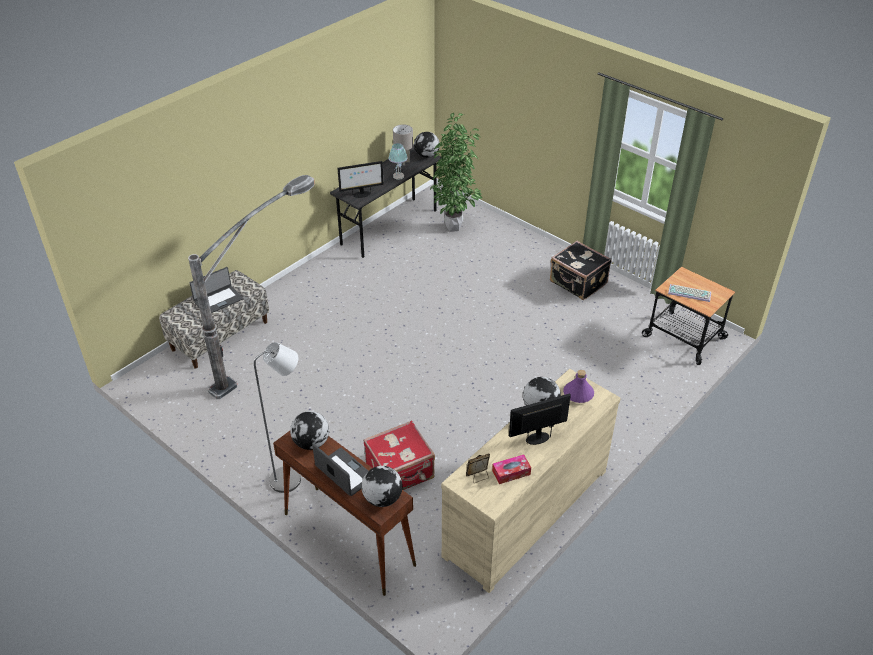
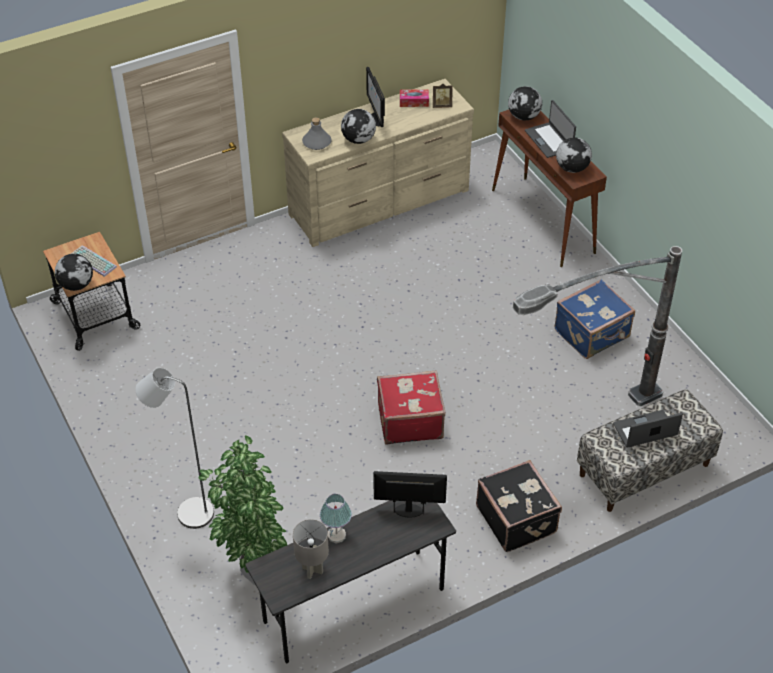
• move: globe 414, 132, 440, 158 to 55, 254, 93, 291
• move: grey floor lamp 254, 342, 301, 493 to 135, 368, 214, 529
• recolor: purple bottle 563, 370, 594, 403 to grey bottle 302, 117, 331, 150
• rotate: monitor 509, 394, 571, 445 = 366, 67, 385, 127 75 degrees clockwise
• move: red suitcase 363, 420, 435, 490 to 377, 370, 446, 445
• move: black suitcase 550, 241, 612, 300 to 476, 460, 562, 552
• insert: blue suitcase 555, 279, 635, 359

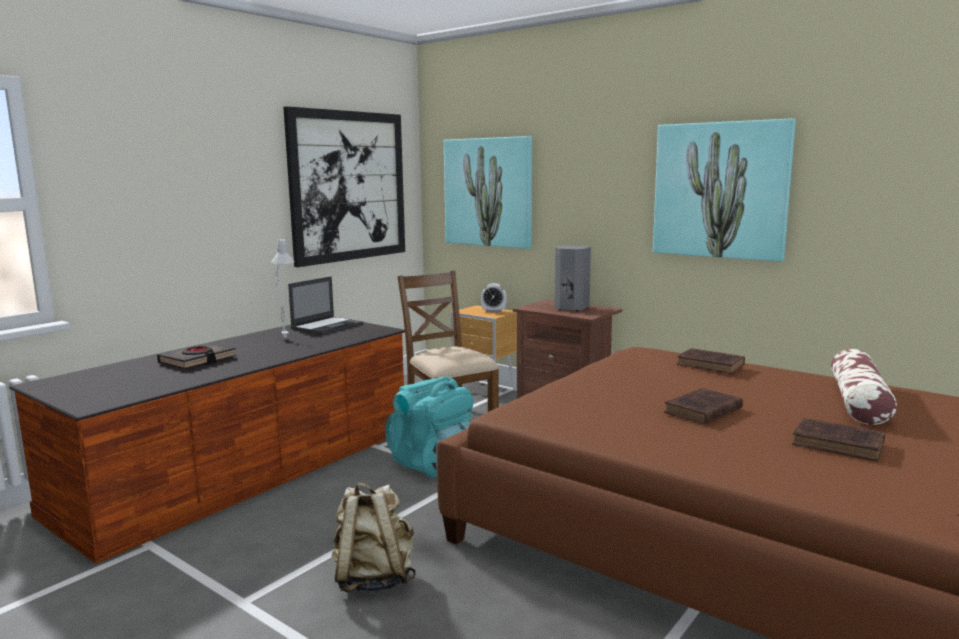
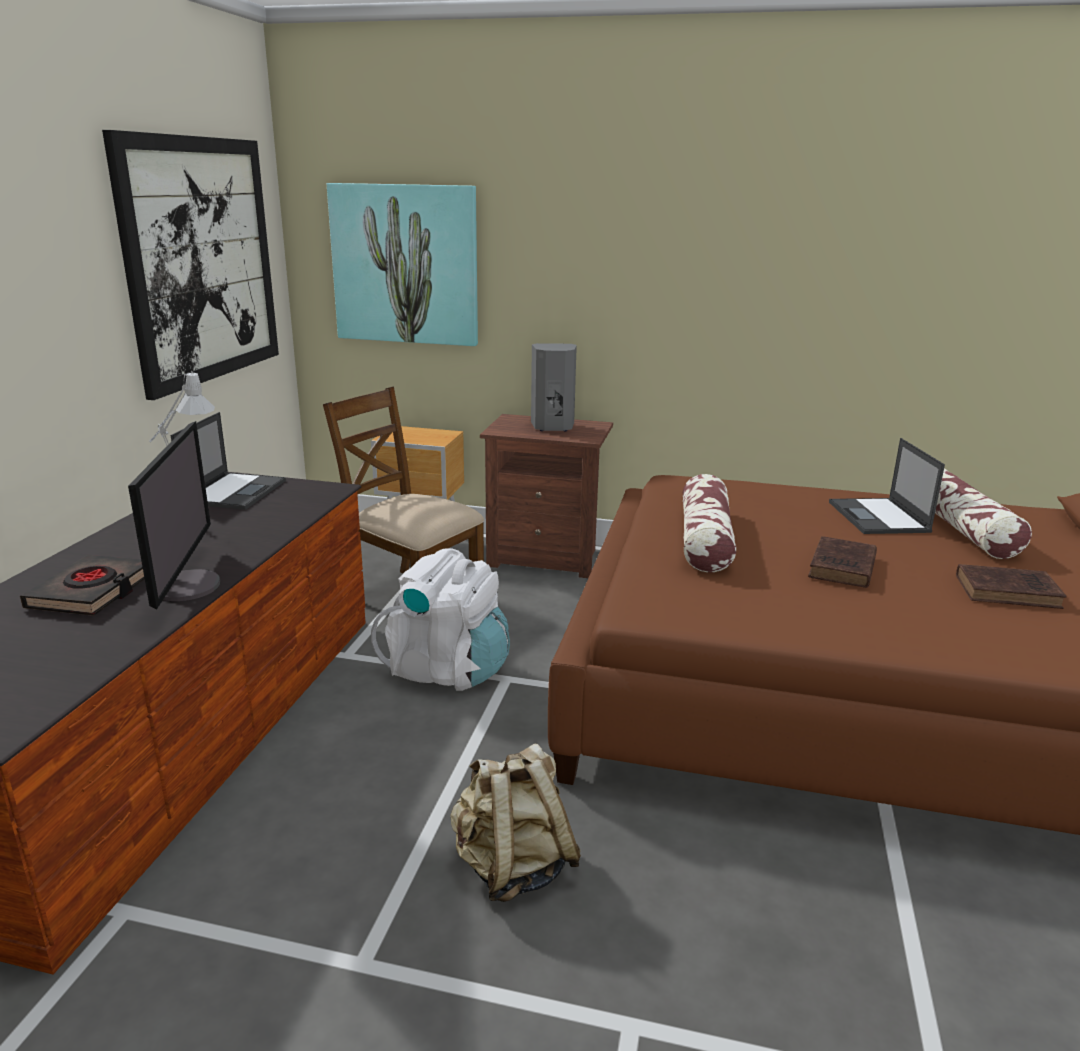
• insert: monitor 128, 421, 220, 609
• recolor: turquoise backpack 385, 377, 473, 478 to white backpack 371, 548, 510, 691
• insert: pillow 683, 474, 736, 572
• insert: laptop 829, 438, 945, 534
• delete: alarm clock 481, 283, 507, 312
• delete: picture 653, 118, 796, 262
• delete: brown book 677, 348, 745, 374

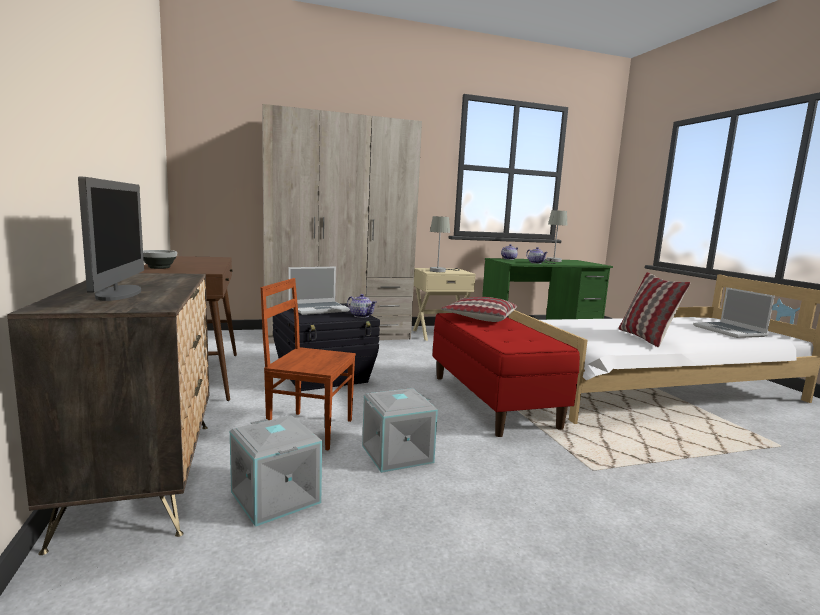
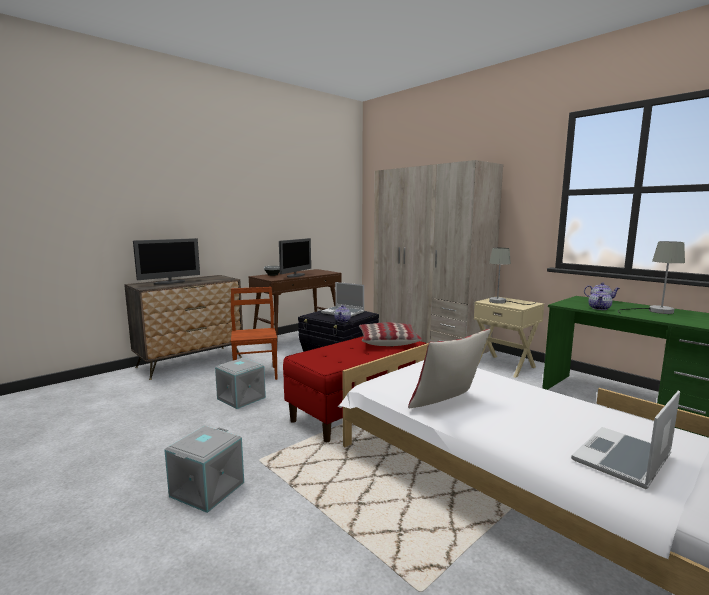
• move: grey storage box 230, 415, 322, 527 to 164, 426, 244, 513
• insert: monitor 279, 238, 311, 277

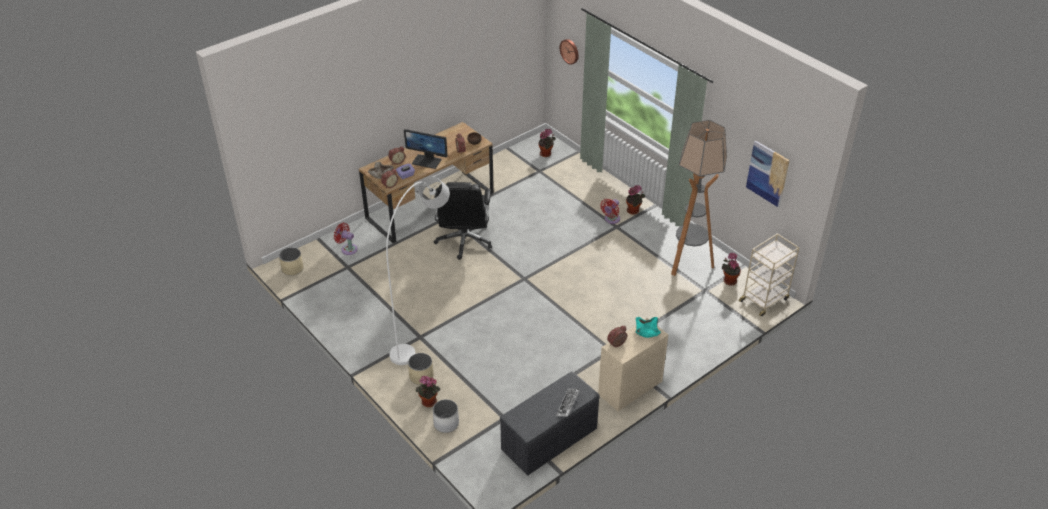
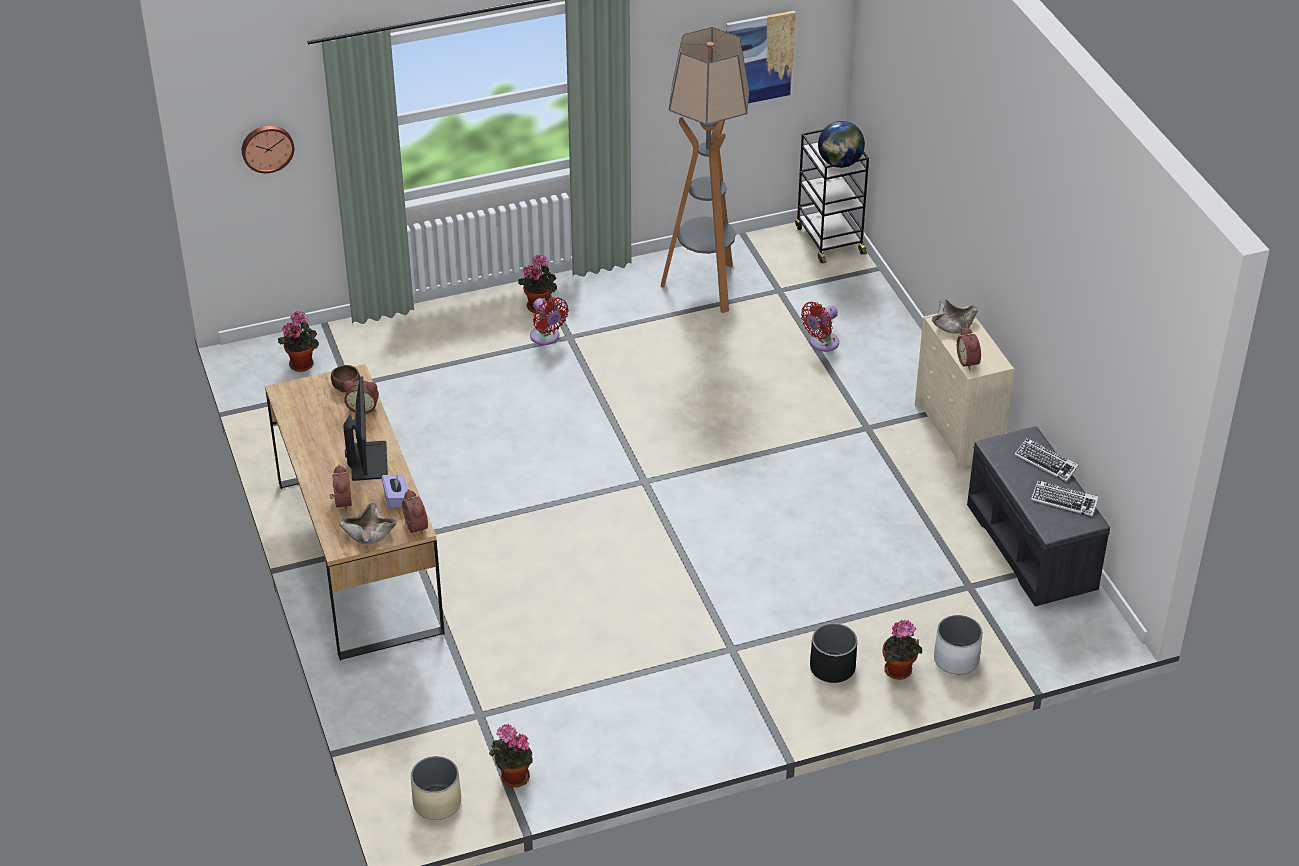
• rotate: monitor 404, 129, 448, 169 = 344, 376, 388, 481 45 degrees counterclockwise
• move: potted plant 722, 253, 741, 286 to 489, 724, 533, 787
• recolor: beige cart 739, 233, 799, 316 to black cart 795, 129, 869, 263
• move: red fan 334, 223, 358, 255 to 801, 302, 839, 352
• recolor: beige planter 408, 353, 433, 385 to black planter 810, 623, 857, 683
• insert: globe 818, 121, 865, 168
• recolor: turquoise bowl 636, 317, 661, 338 to beige bowl 932, 299, 978, 334
• insert: keyboard 1031, 480, 1099, 517
• delete: white floor lamp 386, 176, 450, 365
• delete: black office chair 434, 182, 492, 260

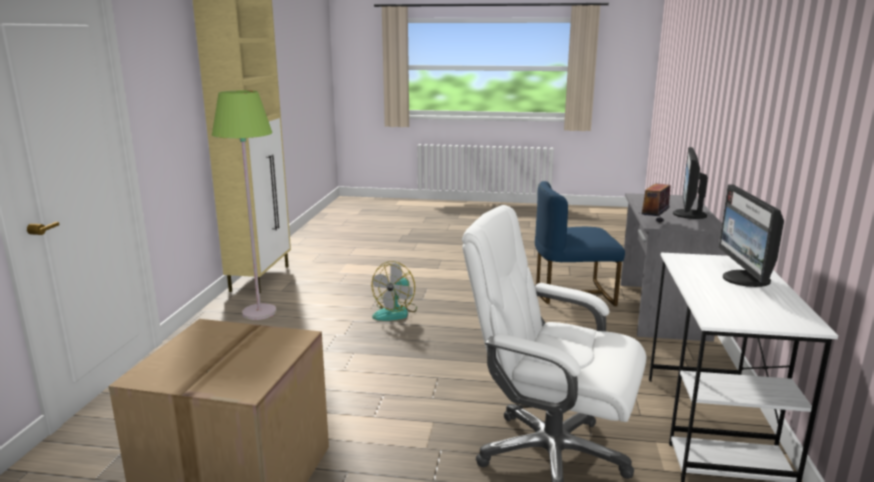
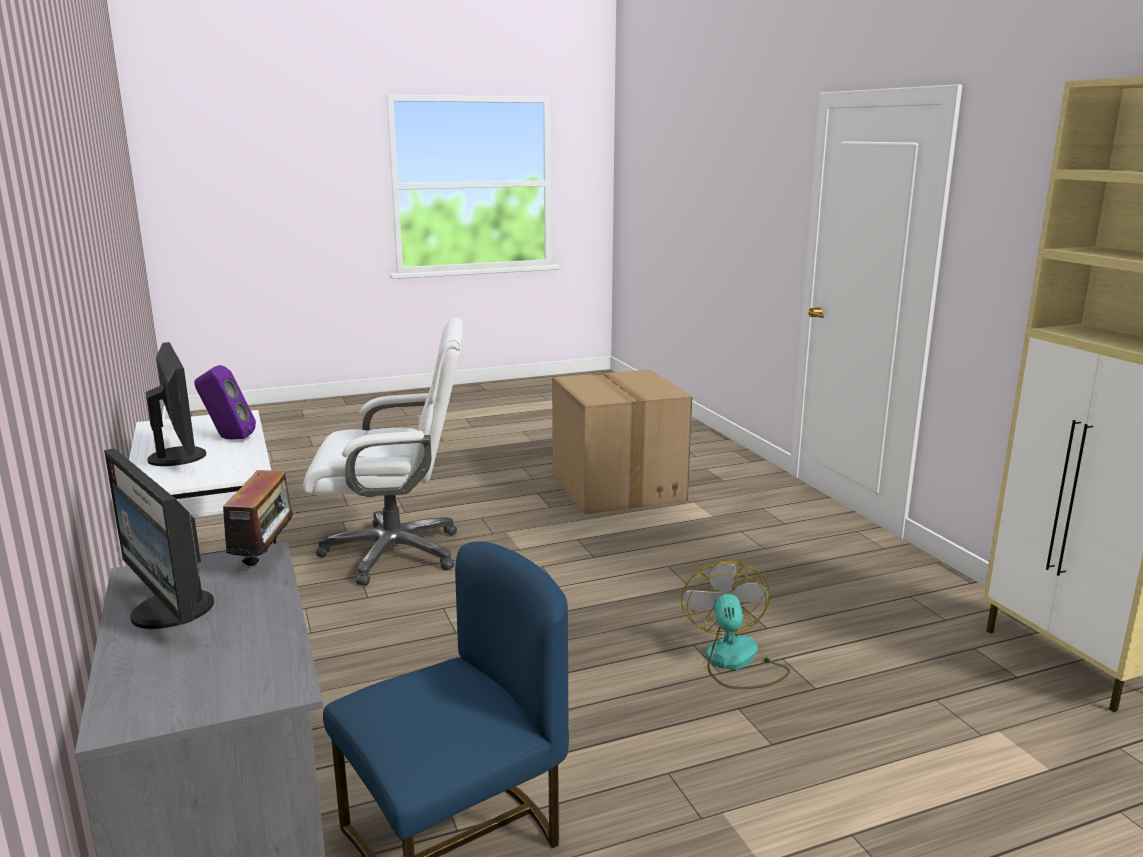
• rotate: monitor 673, 147, 708, 219 = 104, 448, 214, 629 150 degrees clockwise
• insert: purple speaker 194, 365, 256, 439
• delete: green floor lamp 212, 90, 277, 320

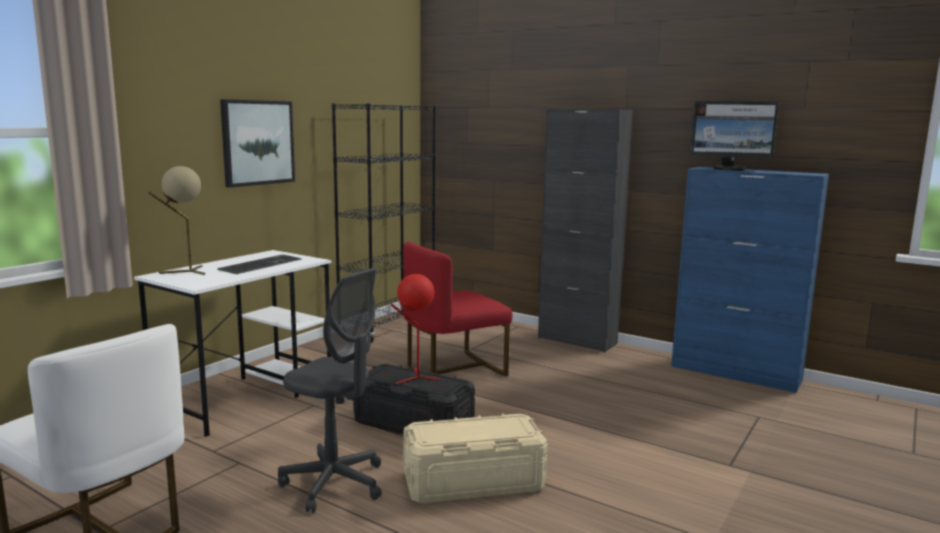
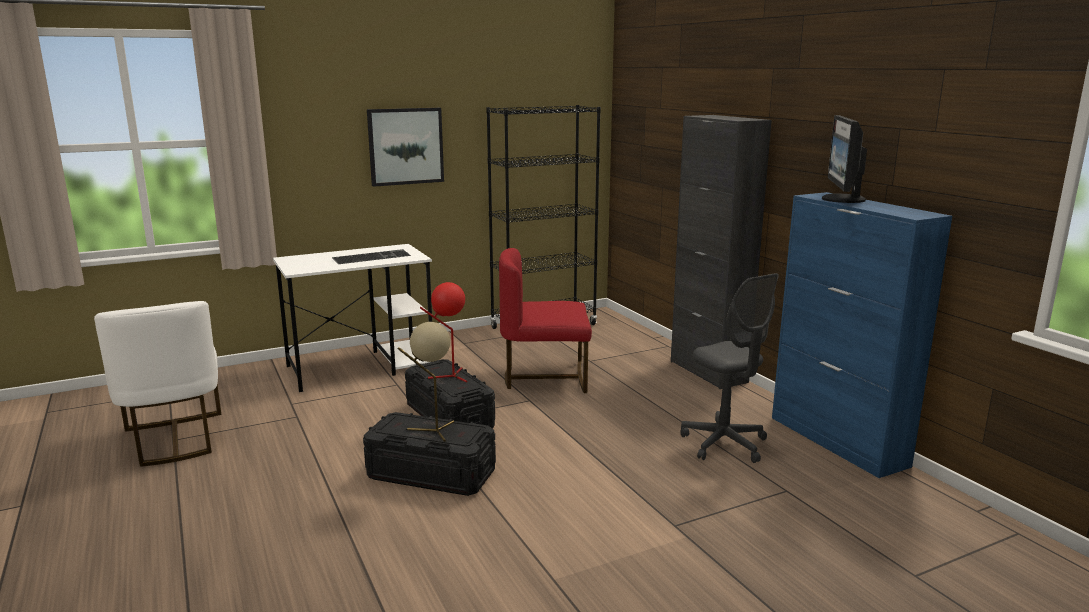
• recolor: beige storage box 403, 414, 548, 503 to black storage box 363, 412, 496, 496
• move: beige table lamp 149, 166, 205, 275 to 398, 322, 454, 442
• move: grey office chair 278, 268, 382, 513 to 680, 273, 779, 463
• rotate: monitor 690, 101, 779, 171 = 822, 115, 867, 203 60 degrees clockwise

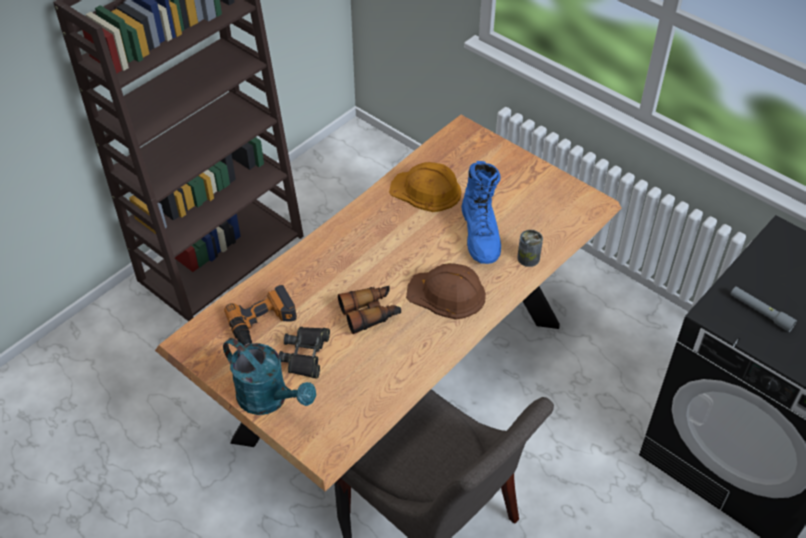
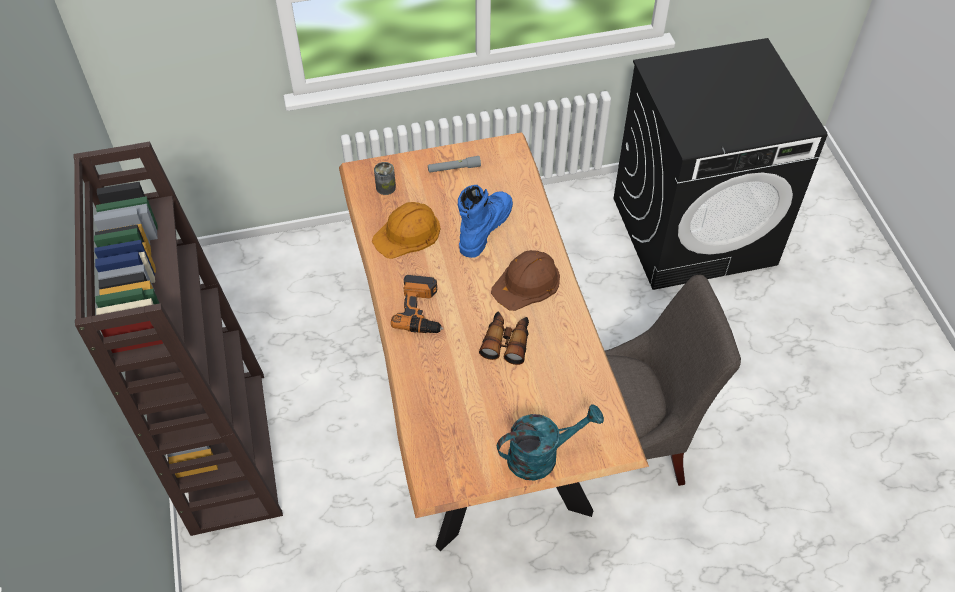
• move: can 517, 230, 543, 267 to 374, 162, 396, 195
• move: power drill 224, 285, 297, 346 to 391, 275, 444, 333
• move: grey flashlight 730, 286, 797, 332 to 428, 156, 481, 173
• rotate: blue boot 461, 161, 501, 264 = 458, 185, 513, 258 90 degrees counterclockwise
• delete: black binoculars 279, 327, 330, 379

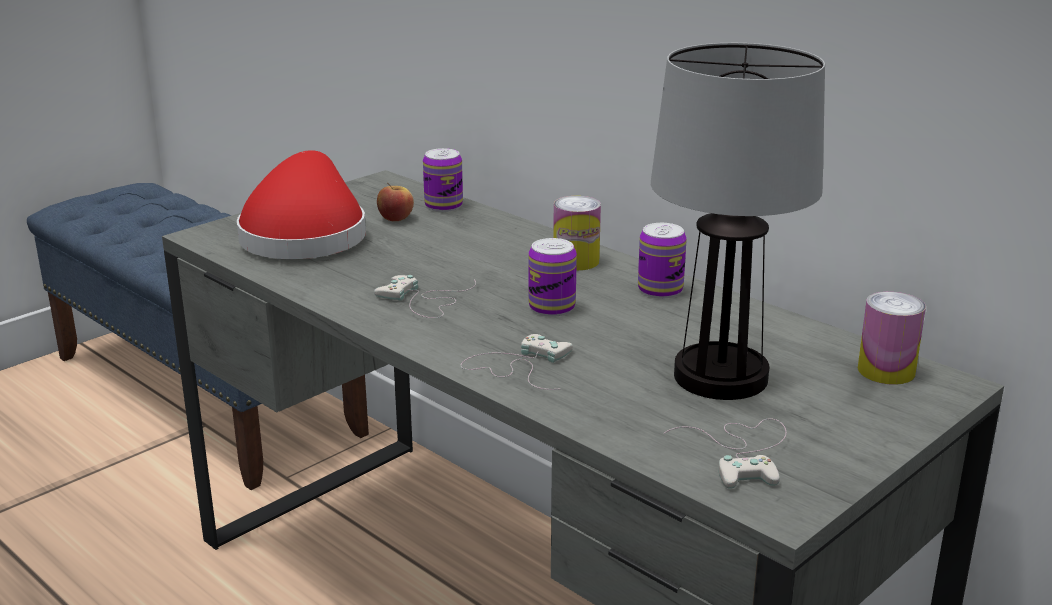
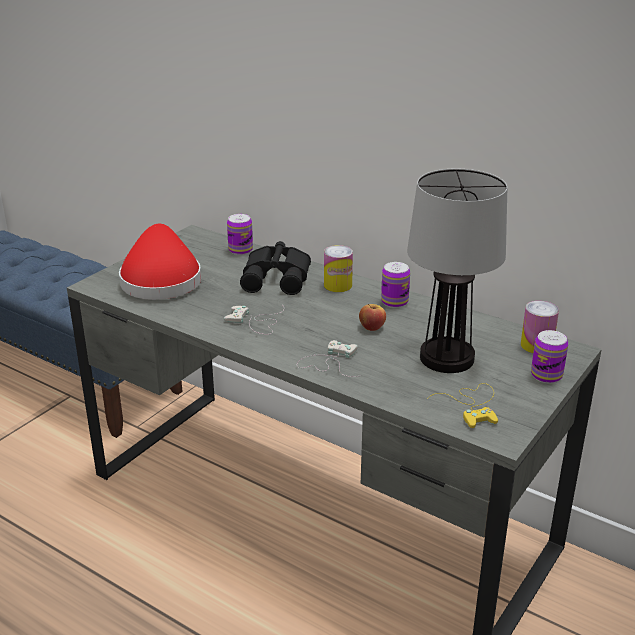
• insert: black binoculars 240, 241, 311, 295
• move: apple 377, 183, 414, 221 to 359, 304, 386, 331
• recolor: white game controller 663, 419, 786, 489 to yellow game controller 427, 383, 498, 429
• move: can 528, 238, 577, 317 to 531, 330, 568, 383

